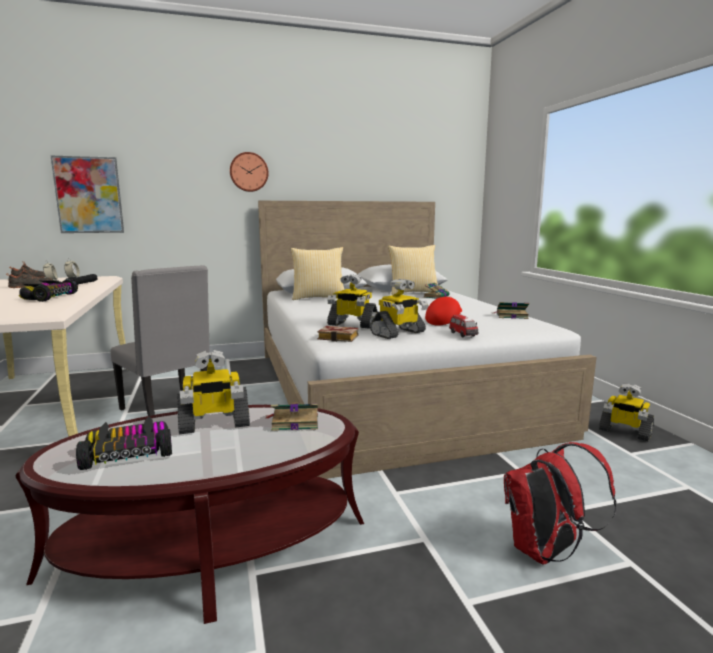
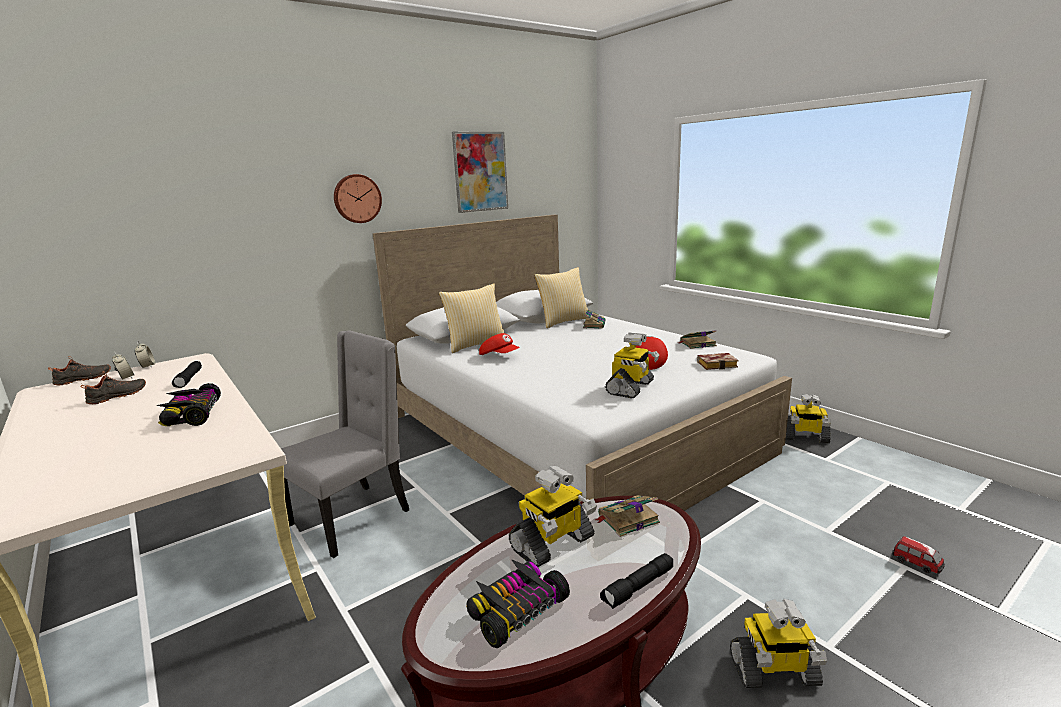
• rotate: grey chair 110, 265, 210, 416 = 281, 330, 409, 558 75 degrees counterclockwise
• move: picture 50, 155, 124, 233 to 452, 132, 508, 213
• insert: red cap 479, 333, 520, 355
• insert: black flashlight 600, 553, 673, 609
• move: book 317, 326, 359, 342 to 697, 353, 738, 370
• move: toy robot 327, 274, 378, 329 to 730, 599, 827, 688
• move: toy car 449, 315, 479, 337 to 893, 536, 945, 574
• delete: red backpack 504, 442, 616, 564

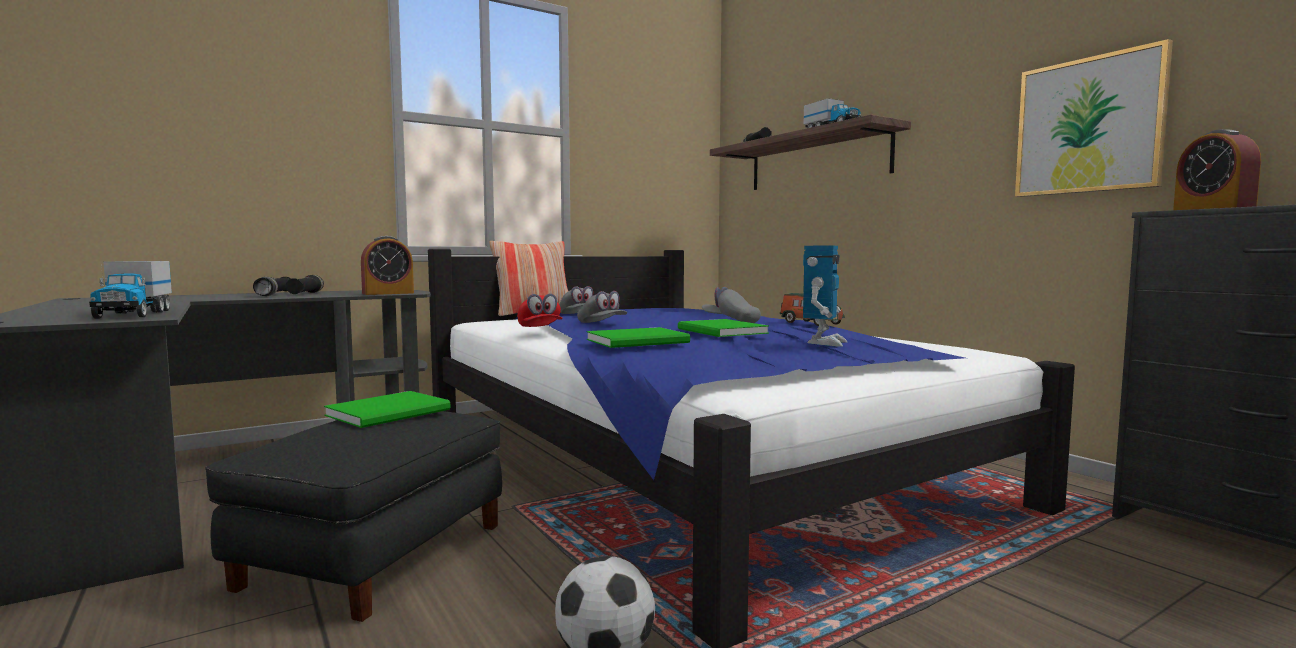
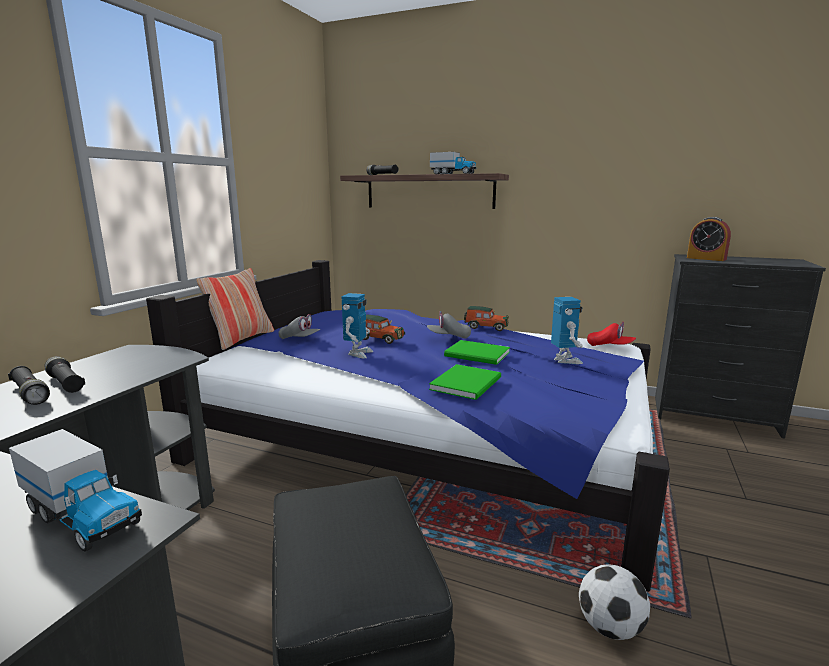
• replace: grey cap 577, 291, 627, 323 to toy robot 341, 293, 373, 359
• insert: toy car 363, 315, 405, 344
• move: red cap 517, 293, 563, 327 to 587, 322, 636, 346
• delete: green book 324, 391, 450, 428
• delete: alarm clock 361, 236, 414, 295
• delete: picture 1015, 39, 1173, 197

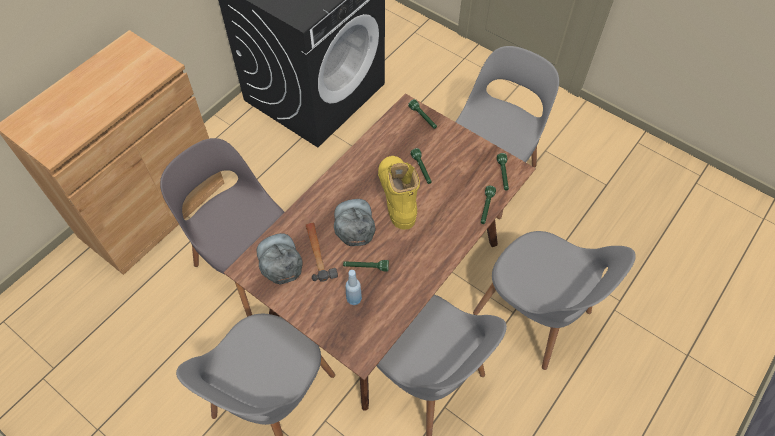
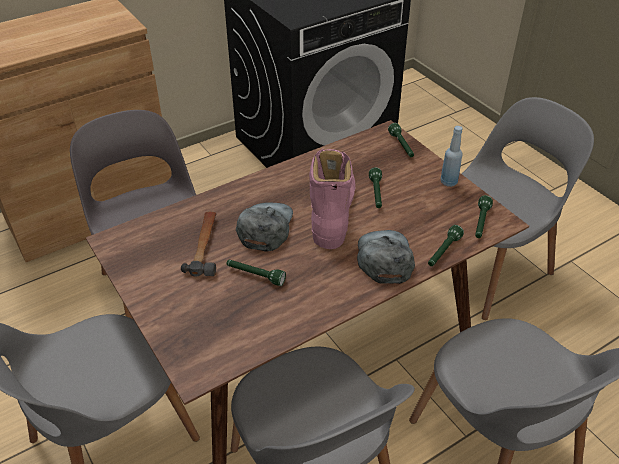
• recolor: yellow boot 378, 156, 420, 230 to pink boot 309, 149, 356, 249
• move: grey cap 256, 233, 303, 284 to 357, 230, 415, 284
• move: blue bottle 345, 270, 362, 305 to 441, 126, 463, 187

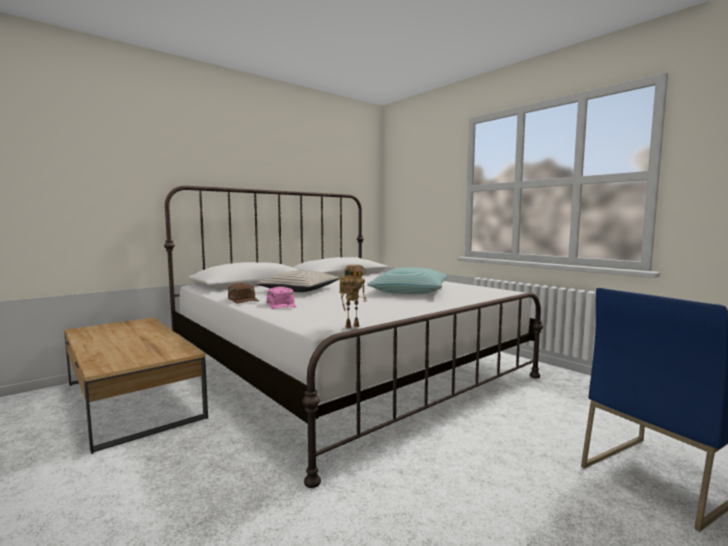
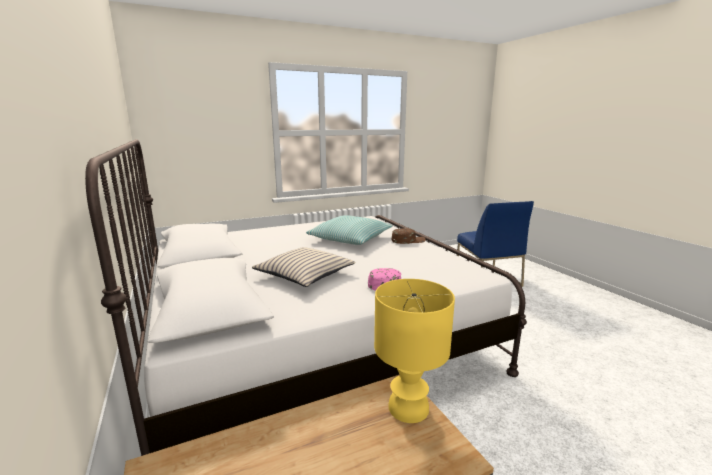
• insert: yellow table lamp 374, 279, 455, 423
• move: brown cap 228, 283, 259, 303 to 392, 228, 426, 244
• delete: toy robot 339, 265, 367, 328

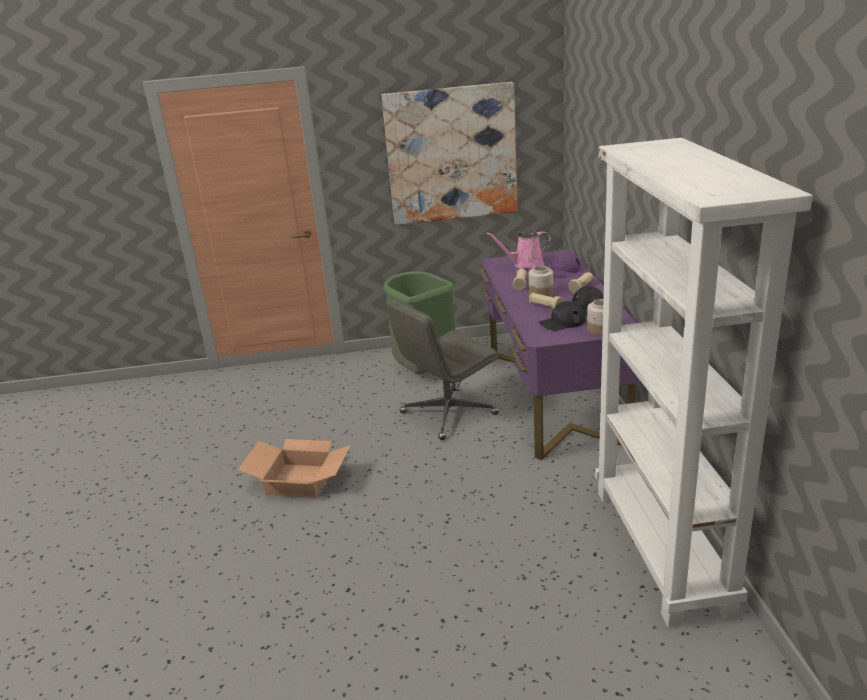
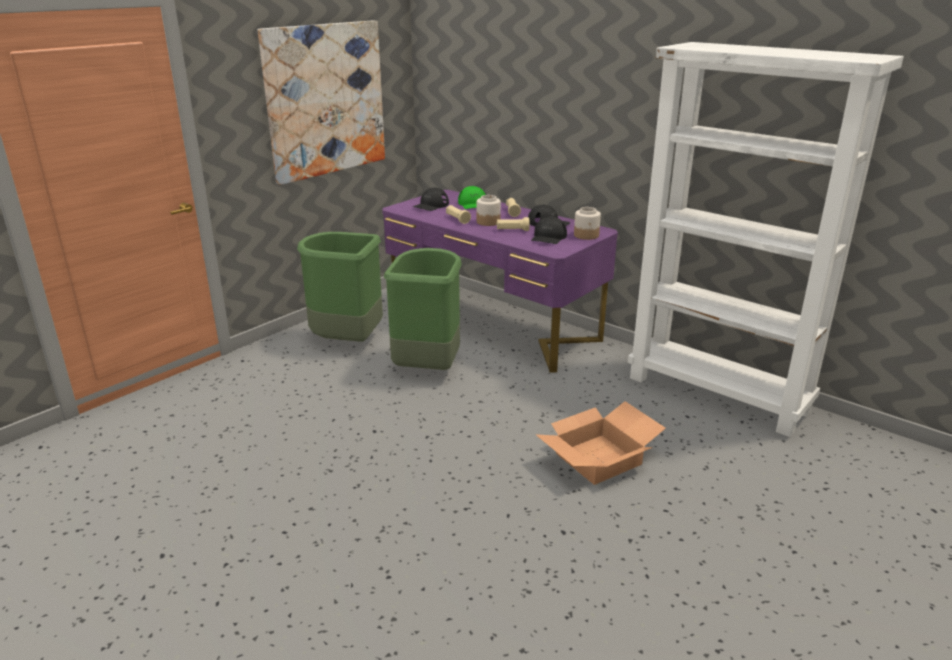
• replace: grey office chair 387, 300, 499, 440 to green trash can 384, 248, 462, 370
• replace: pink watering can 486, 230, 551, 269 to black cap 413, 188, 449, 211
• recolor: purple cap 551, 252, 581, 277 to green cap 458, 186, 486, 209
• move: cardboard box 238, 439, 351, 498 to 535, 401, 666, 485

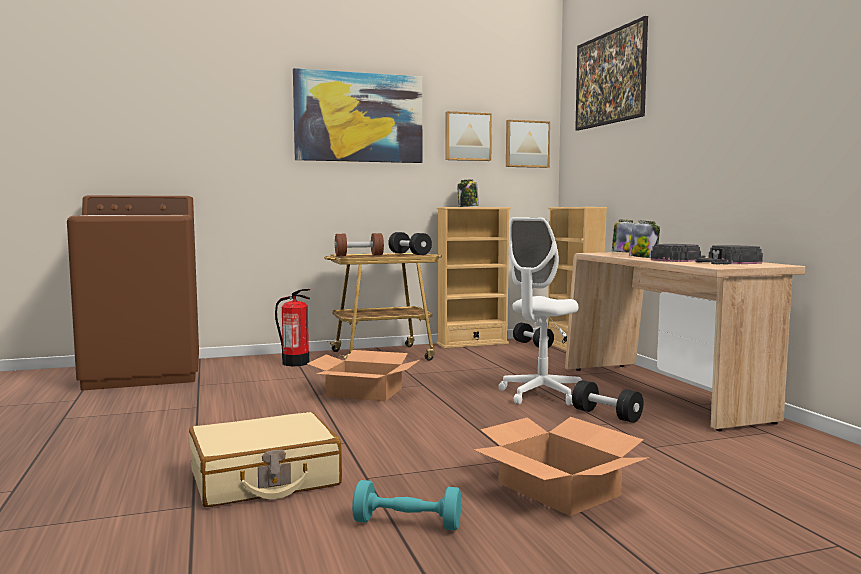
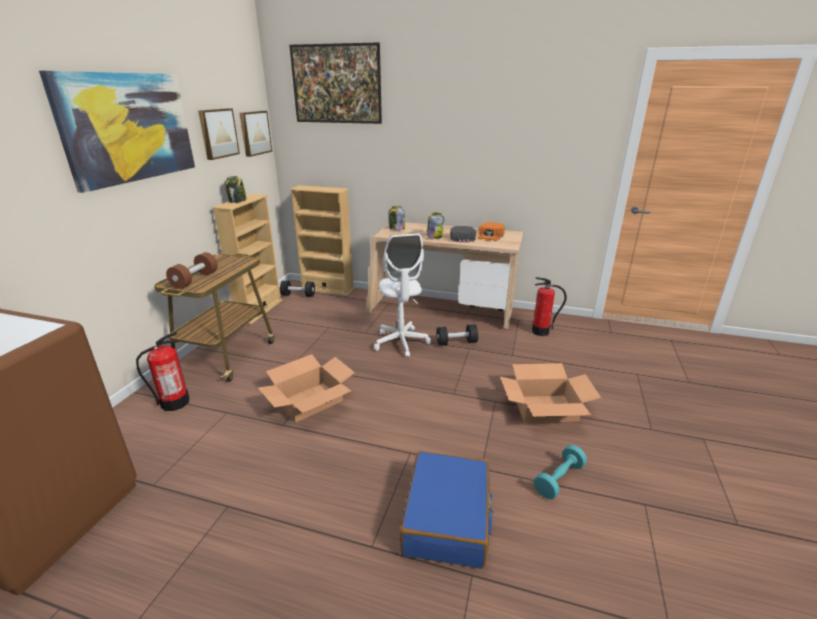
• recolor: beige suitcase 189, 412, 342, 507 to blue suitcase 400, 451, 494, 569
• recolor: black cap 696, 245, 763, 264 to orange cap 478, 222, 505, 241
• insert: fire extinguisher 532, 277, 567, 336
• delete: black dumbbell 388, 232, 432, 255

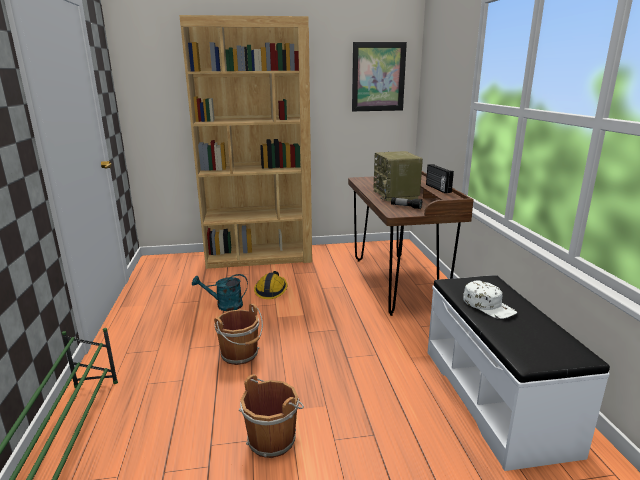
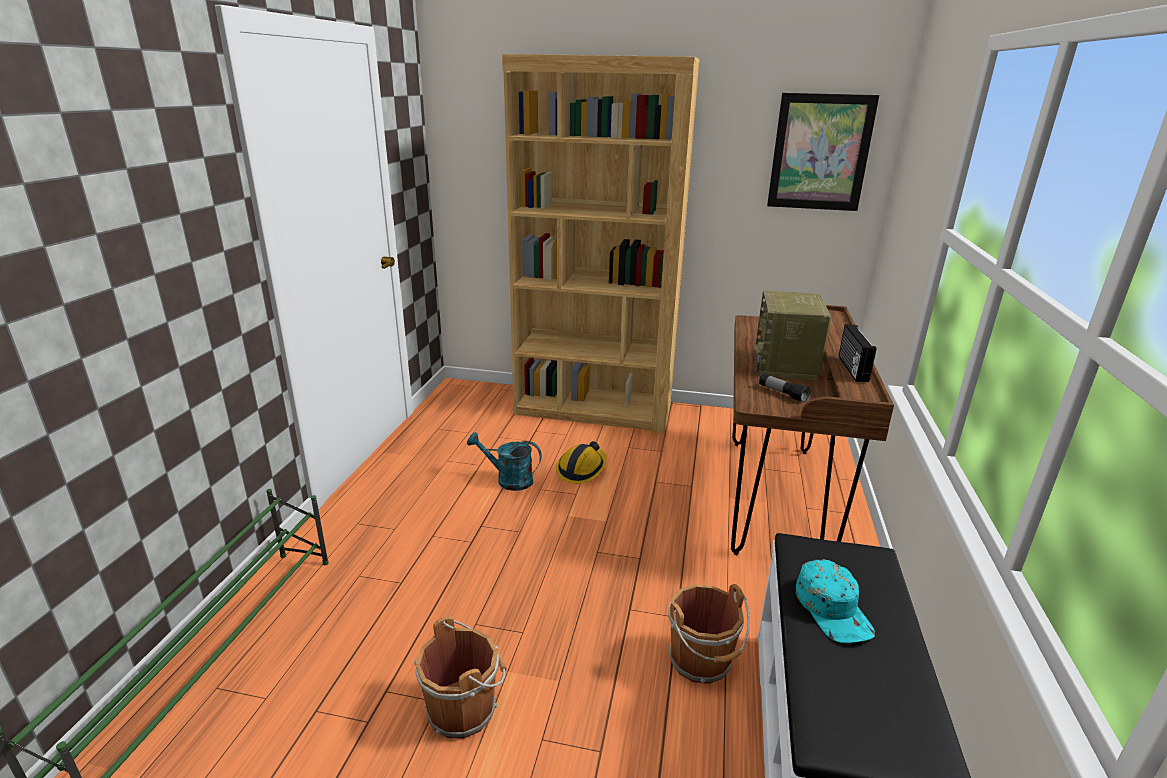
• move: brown bucket 214, 303, 263, 365 to 668, 584, 750, 684
• recolor: white cap 463, 280, 517, 319 to turquoise cap 796, 559, 875, 643

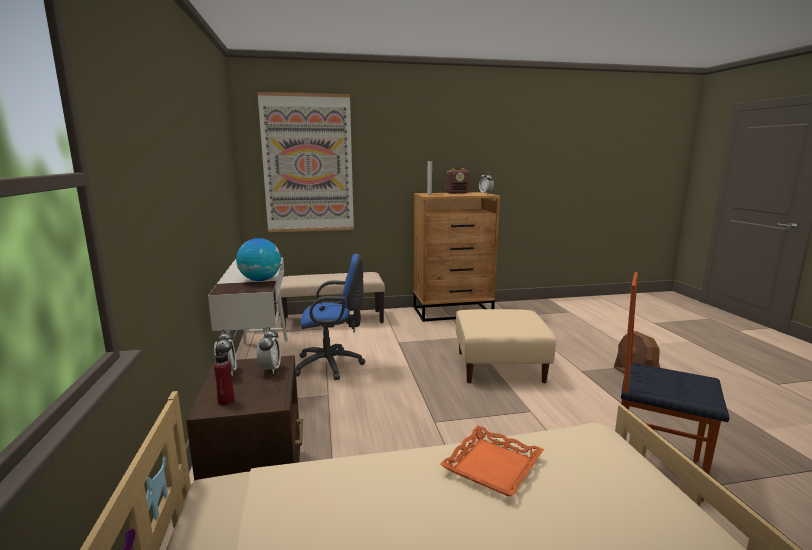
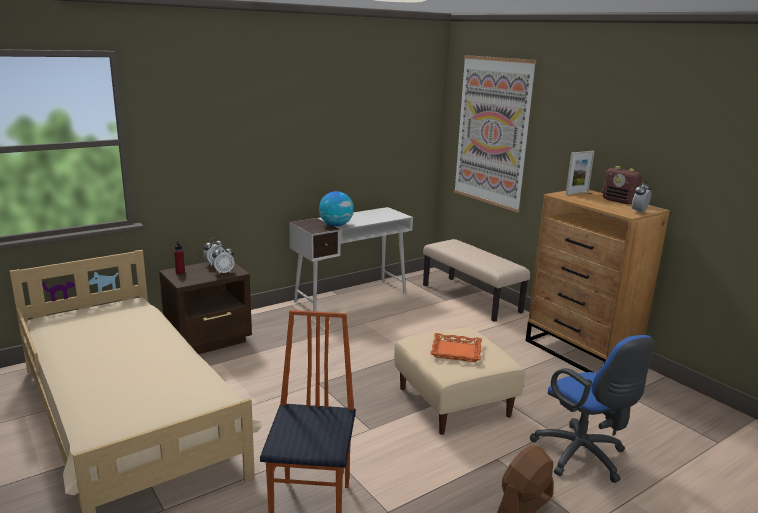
• move: orange tray 440, 425, 544, 496 to 430, 333, 482, 362
• move: blue office chair 296, 254, 365, 380 to 530, 335, 655, 483

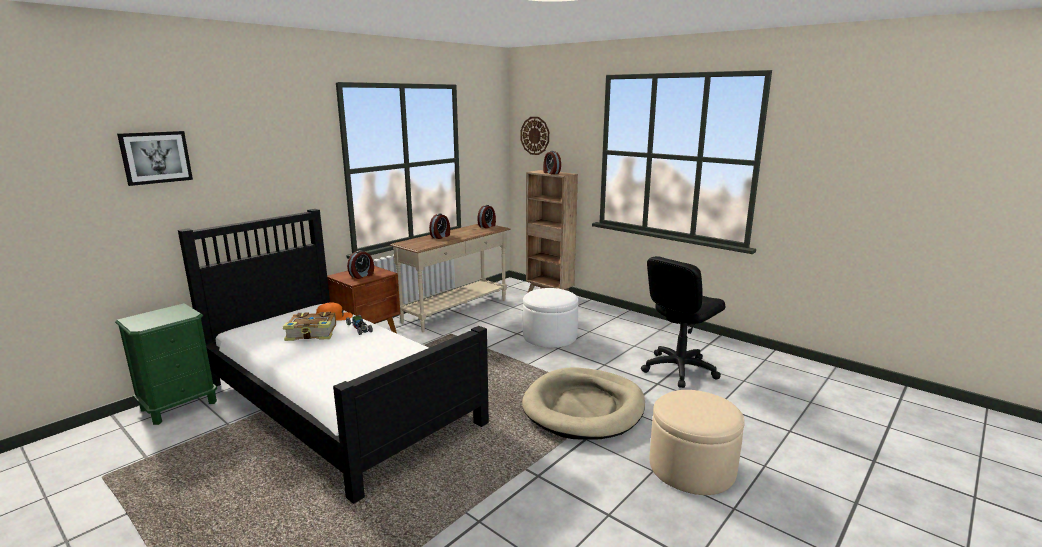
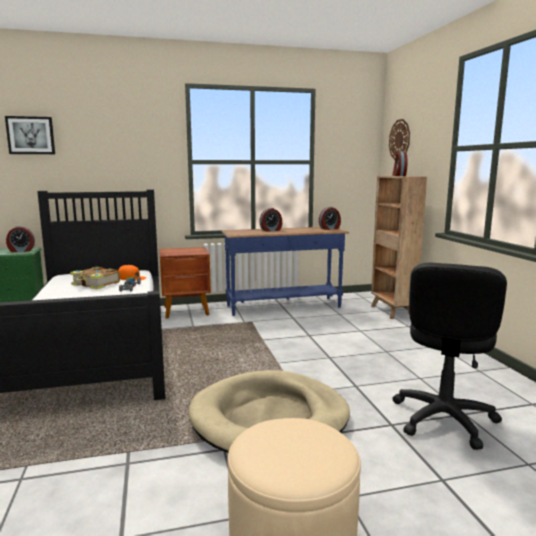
• move: alarm clock 347, 250, 374, 279 to 6, 226, 35, 252
• recolor: beige console table 390, 224, 511, 332 to blue console table 222, 227, 349, 316
• rotate: black office chair 641, 256, 725, 388 = 392, 263, 507, 450 60 degrees counterclockwise
• delete: white ottoman 523, 288, 579, 348

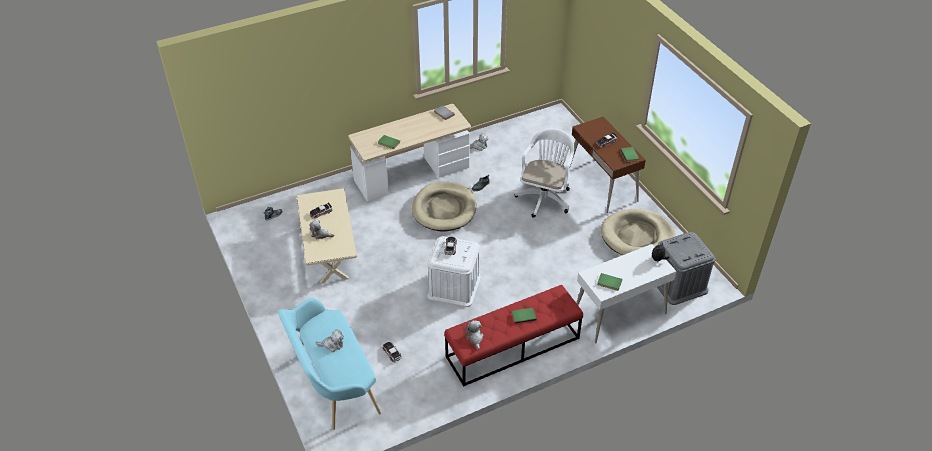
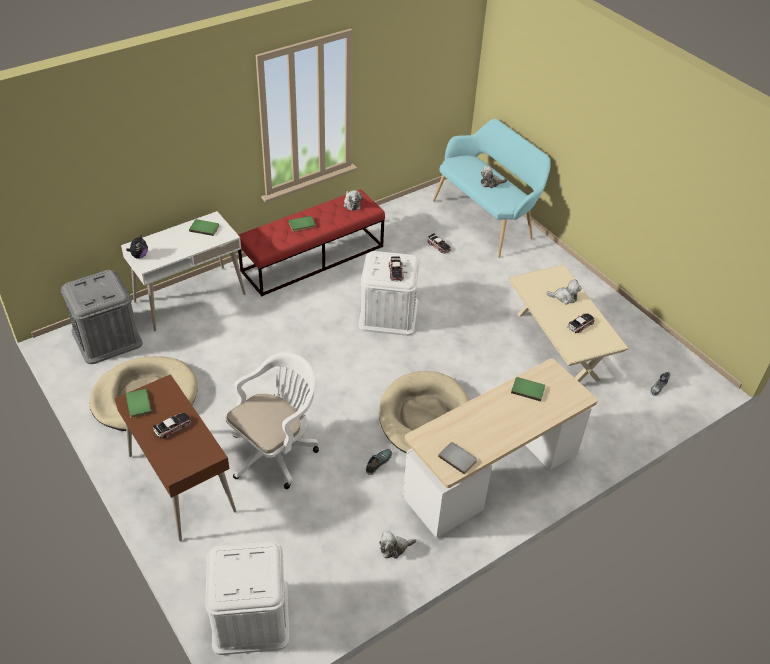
• insert: white storage box 205, 542, 289, 655
• rotate: white office chair 514, 128, 574, 218 = 226, 352, 319, 489 150 degrees counterclockwise

